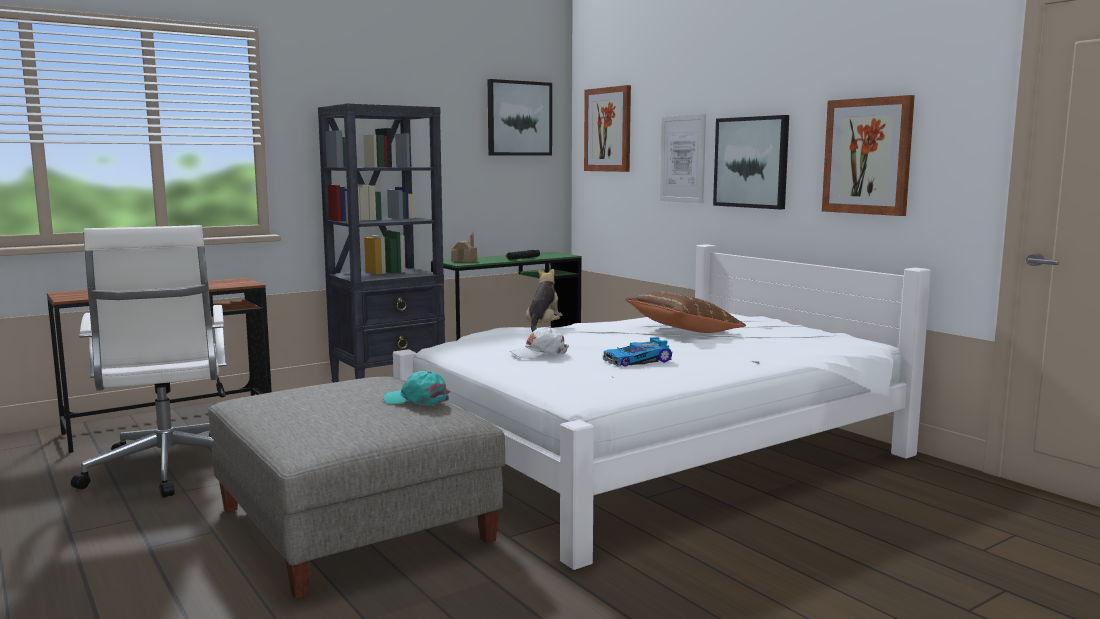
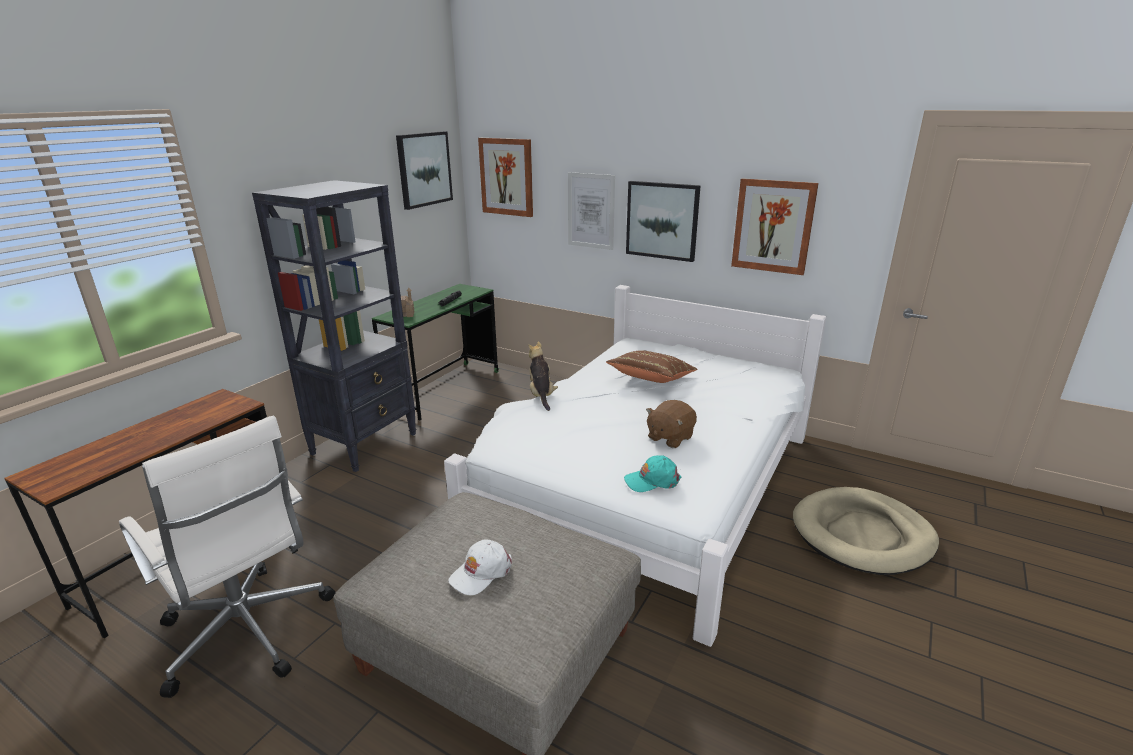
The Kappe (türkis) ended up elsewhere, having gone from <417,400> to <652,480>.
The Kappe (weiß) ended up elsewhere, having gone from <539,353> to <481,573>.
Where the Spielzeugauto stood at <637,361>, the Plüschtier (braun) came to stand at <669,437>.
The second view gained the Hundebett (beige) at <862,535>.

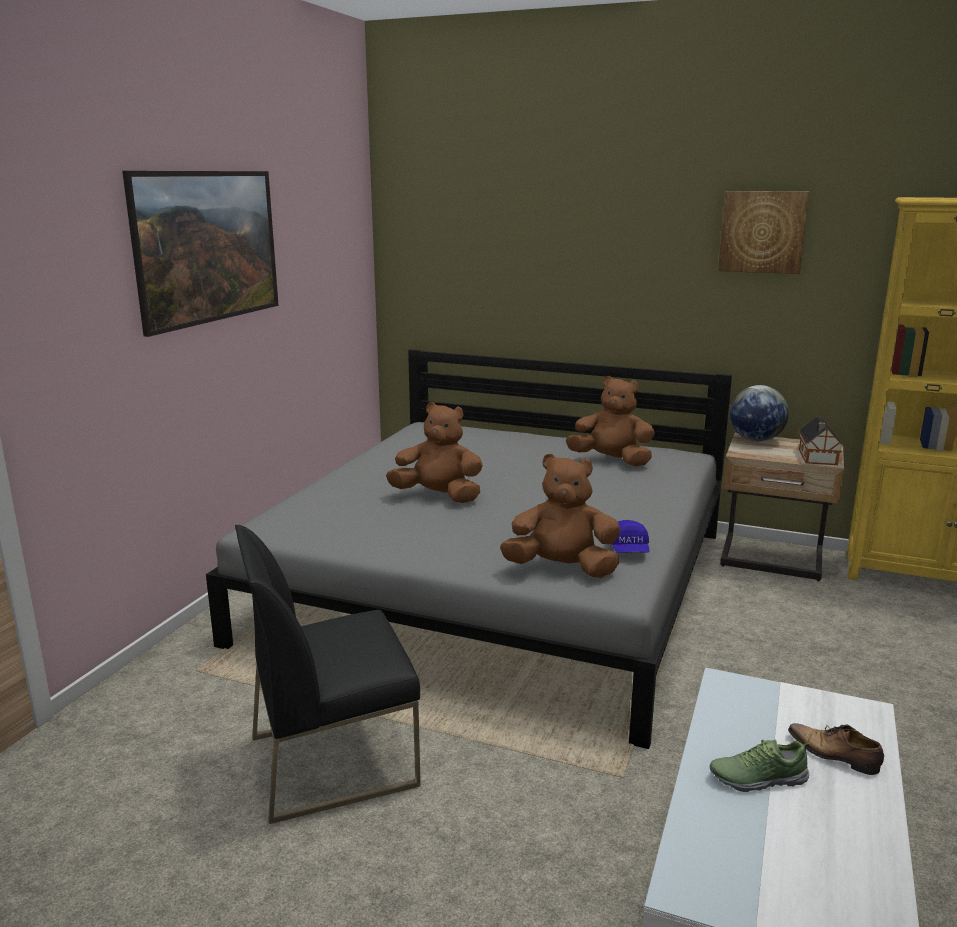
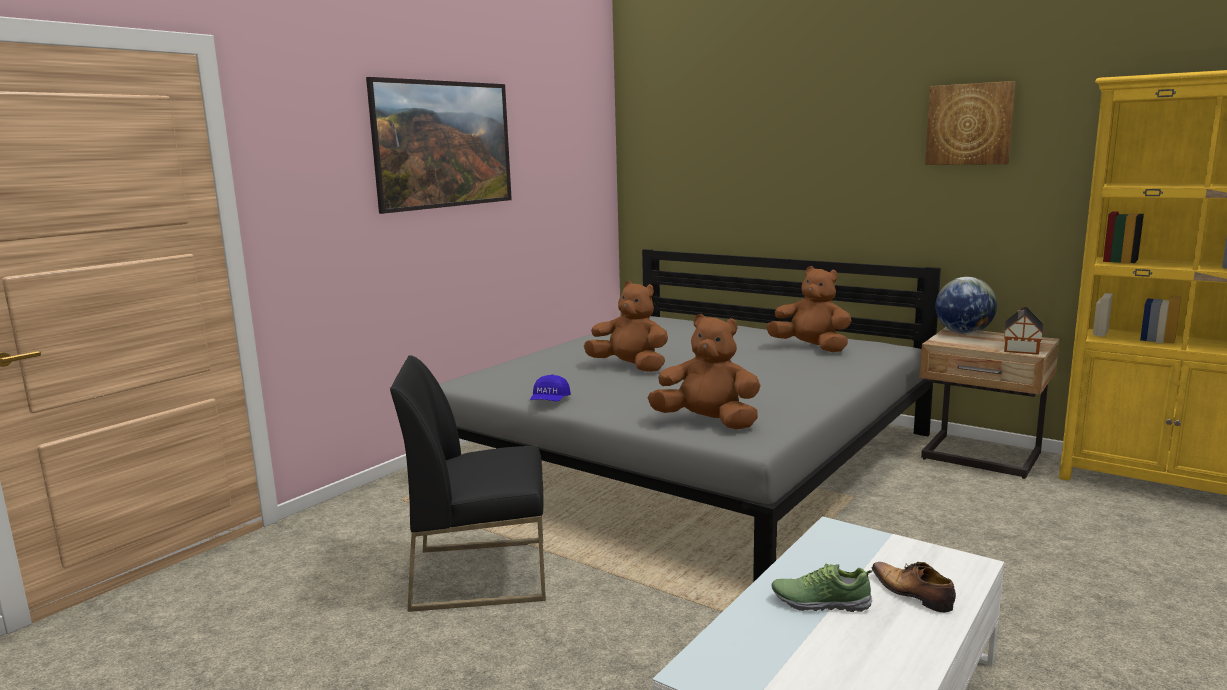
The Kappe (blau) ended up elsewhere, having gone from <628,550> to <550,401>.

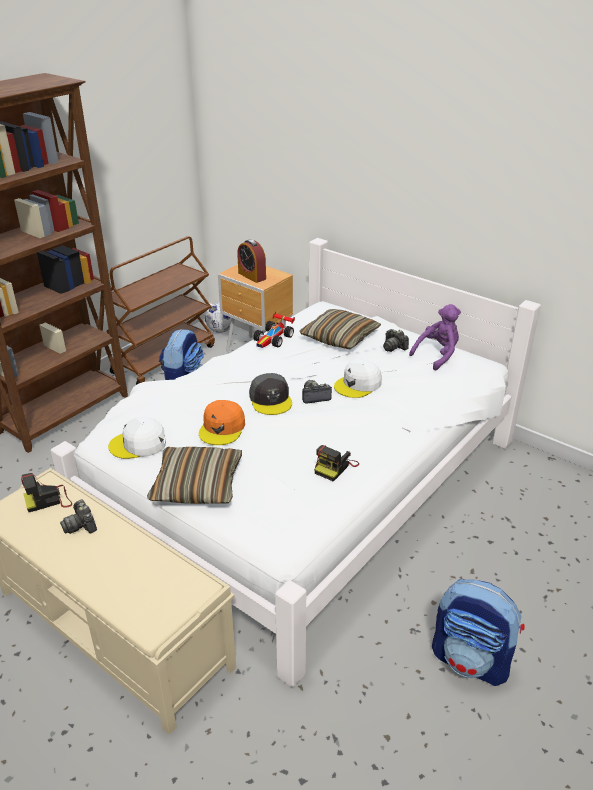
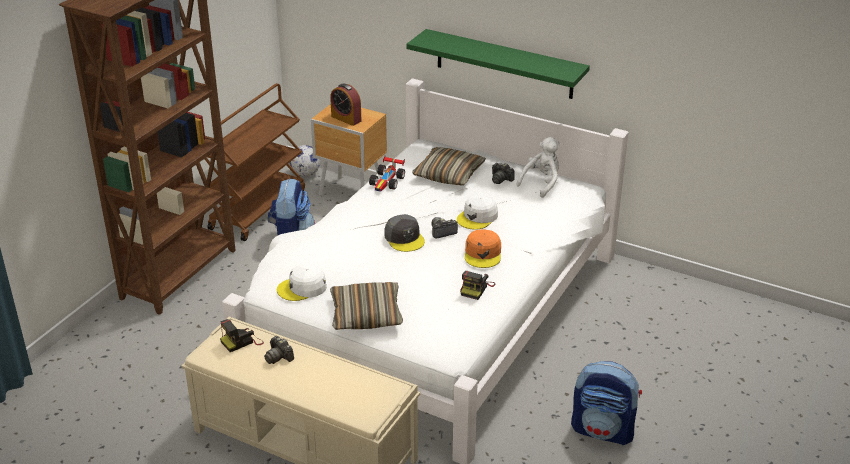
The Kappe (orange) ended up elsewhere, having gone from <222,428> to <483,254>.
What was the Plüschtier (lila) at <437,355> turned into the Plüschtier (weiß) at <541,183>.
The second view gained the Wandregal (grün) at <504,64>.

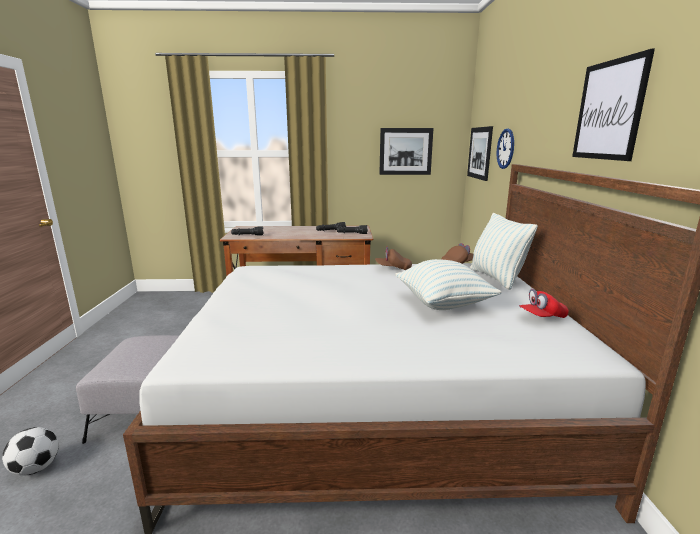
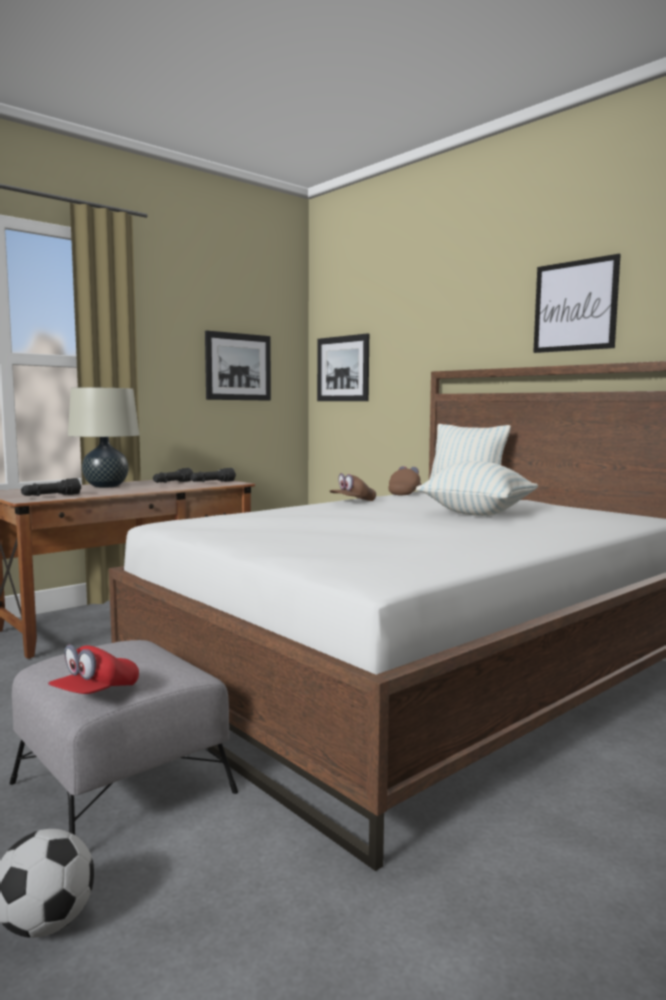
The second view lost the Wanduhr at <505,148>.
The Kappe (rot) ended up elsewhere, having gone from <542,317> to <95,694>.
The second view gained the Tischlampe (beige) at <106,486>.

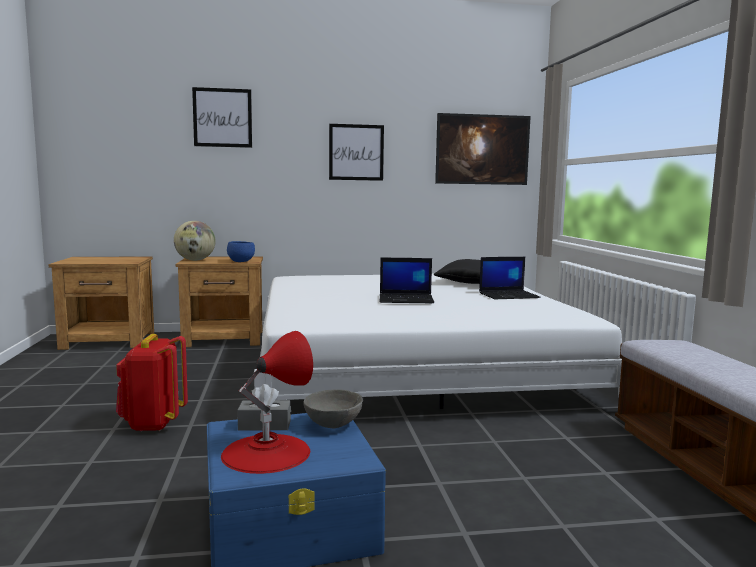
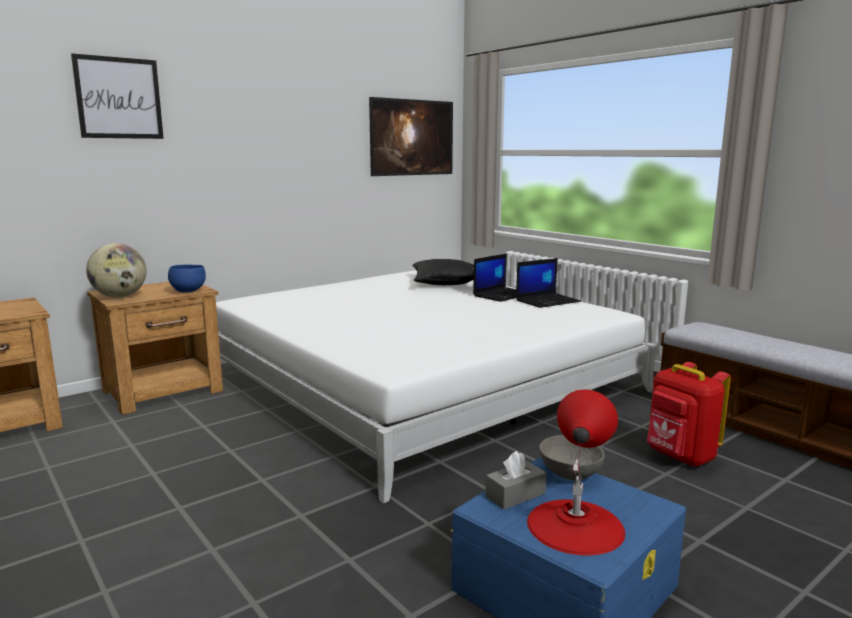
The Rucksack (rot) ended up elsewhere, having gone from <153,424> to <680,457>.
The second view lost the Bild at <356,152>.
The Laptop ended up elsewhere, having gone from <406,299> to <547,301>.

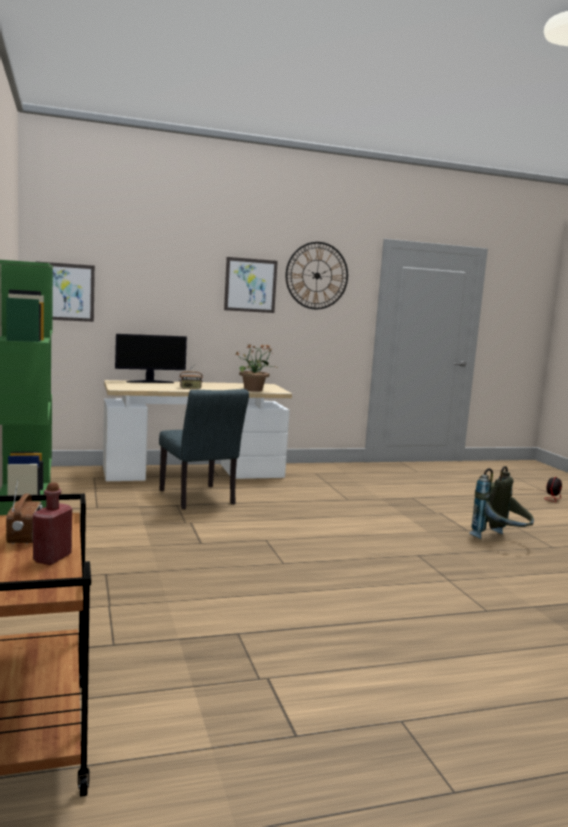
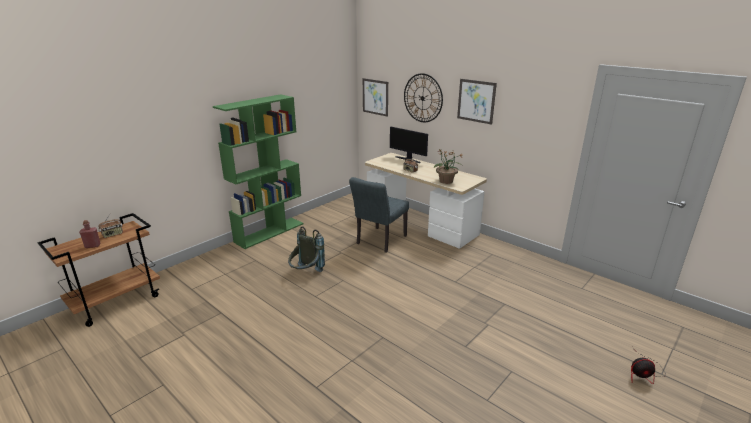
The Wanduhr ended up elsewhere, having gone from <317,275> to <422,98>.
The Rucksack (grau) ended up elsewhere, having gone from <501,541> to <306,273>.

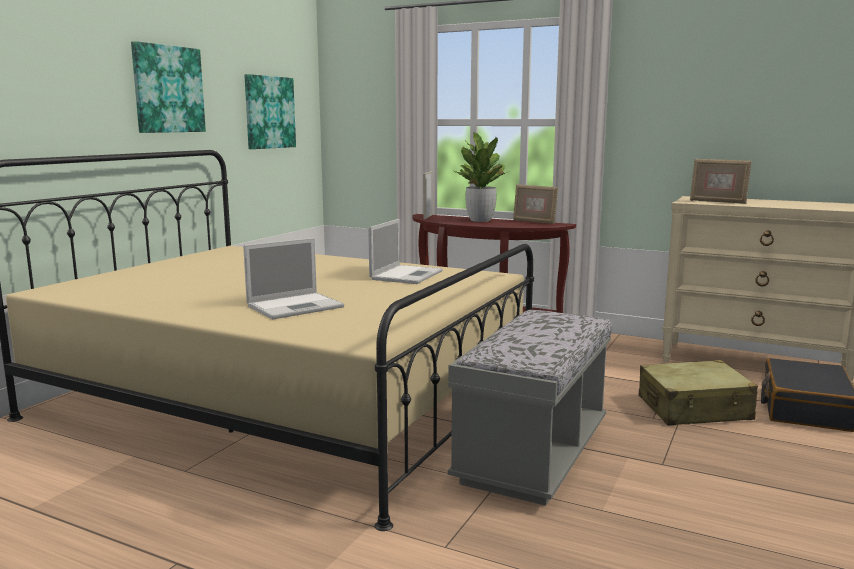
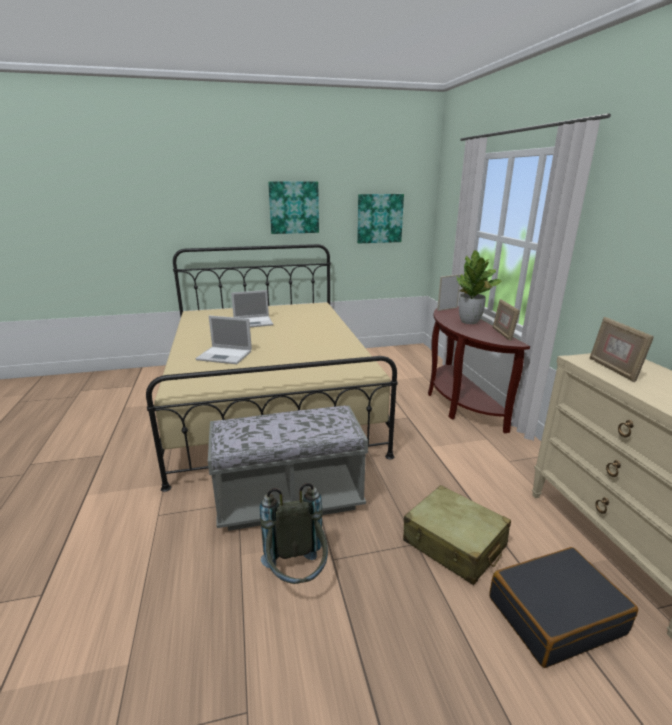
The Laptop ended up elsewhere, having gone from <407,275> to <254,322>.
The second view gained the Rucksack (grau) at <297,576>.

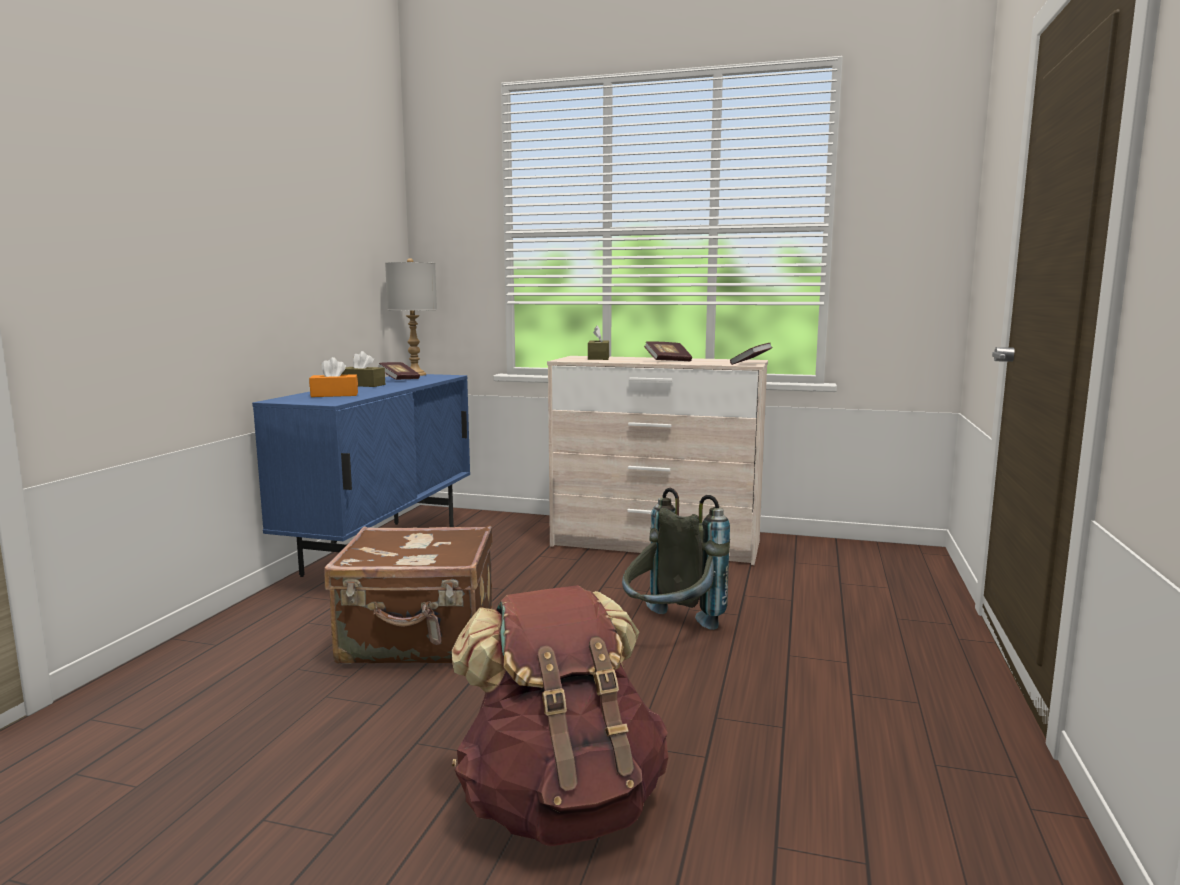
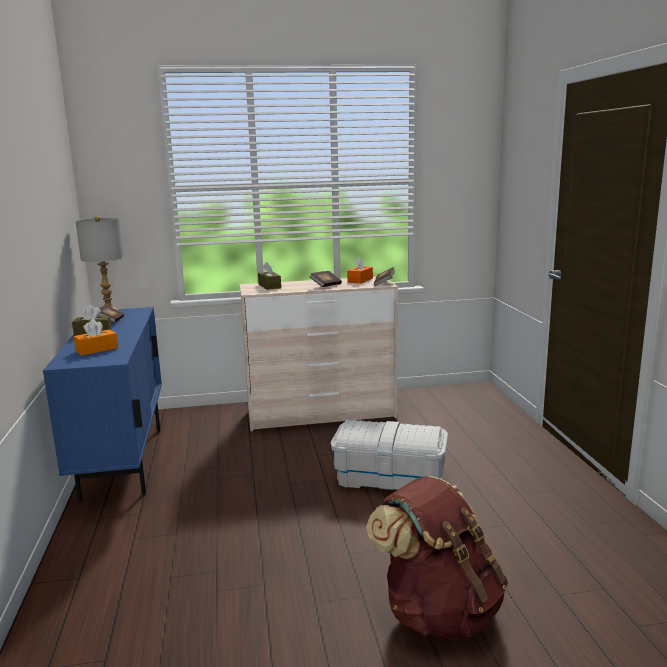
The second view lost the Koffer (braun) at <420,640>.
Where the Rucksack (grau) stood at <670,630>, the Aufbewahrungsbox (weiß) came to stand at <390,478>.
The second view gained the Taschentuchbox (orange) at <360,280>.

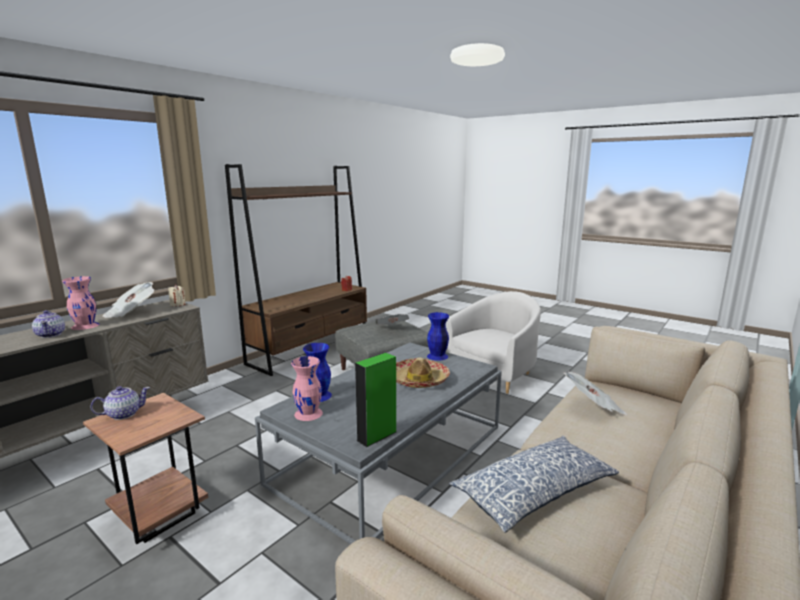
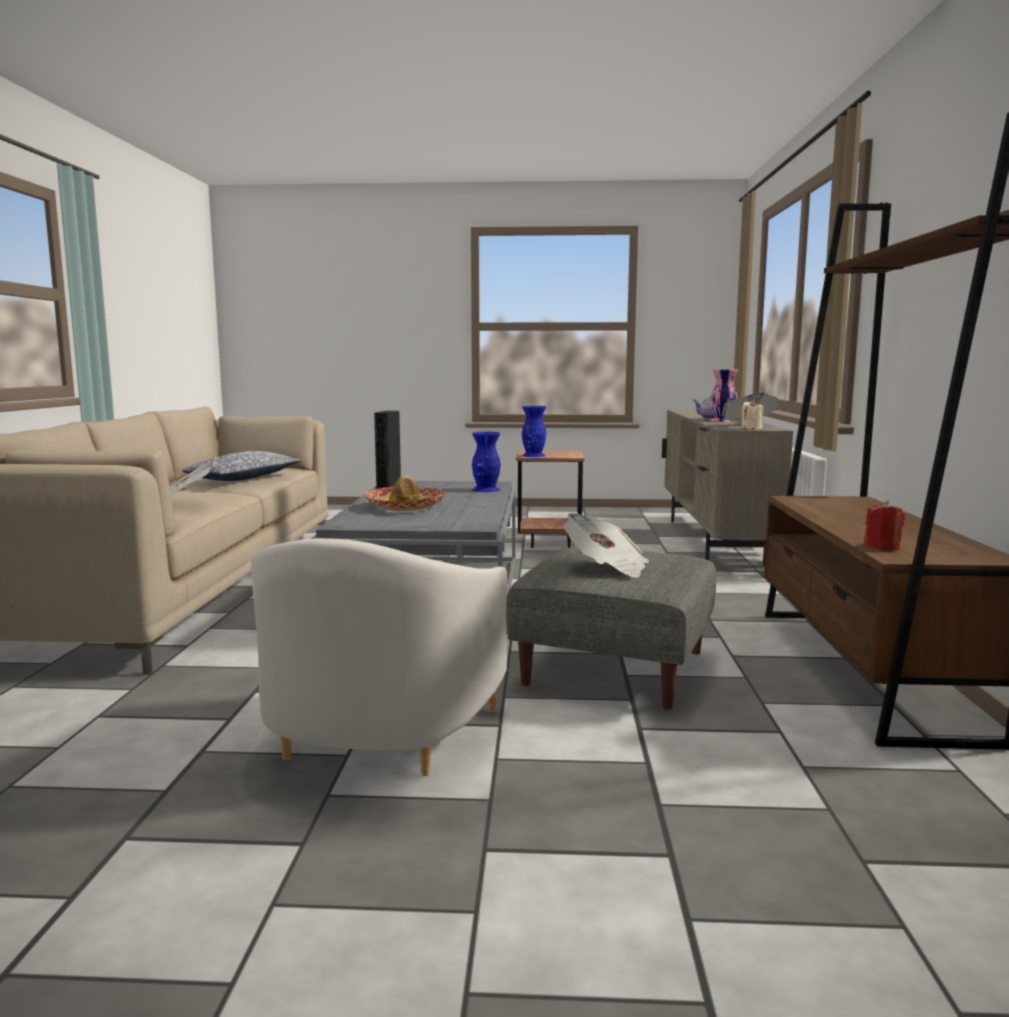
The second view lost the Teekanne at <123,414>.
The second view lost the Vase (rosa) at <309,413>.
What was the Lautsprecher (grün) at <377,436> turned into the Lautsprecher (schwarz) at <388,485>.
The Vase (blau) ended up elsewhere, having gone from <437,356> to <534,455>.

